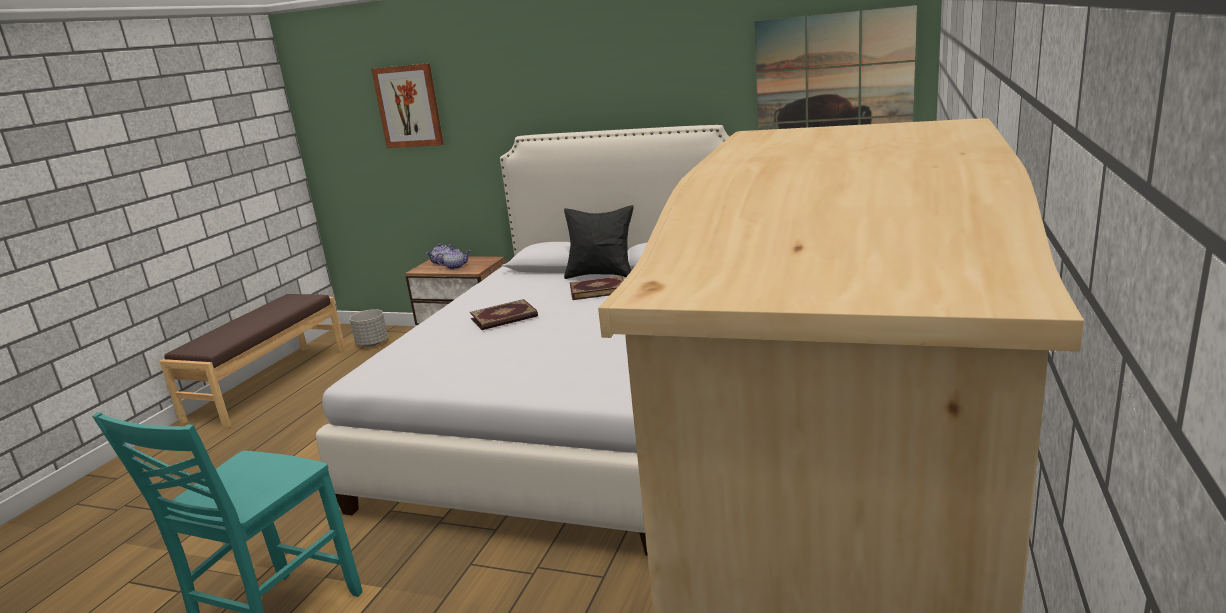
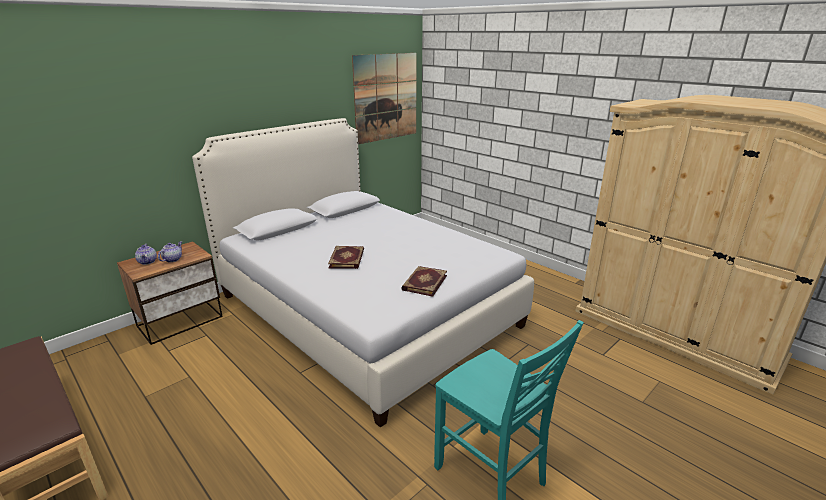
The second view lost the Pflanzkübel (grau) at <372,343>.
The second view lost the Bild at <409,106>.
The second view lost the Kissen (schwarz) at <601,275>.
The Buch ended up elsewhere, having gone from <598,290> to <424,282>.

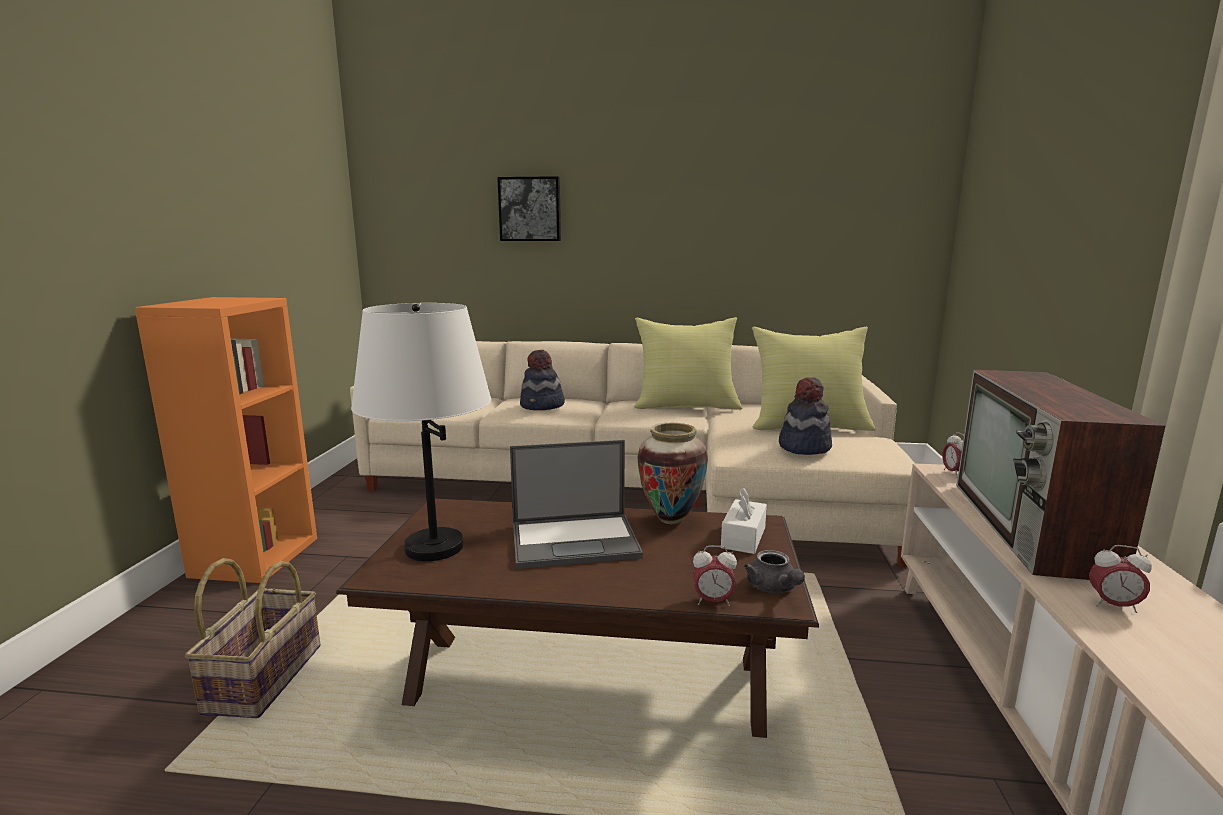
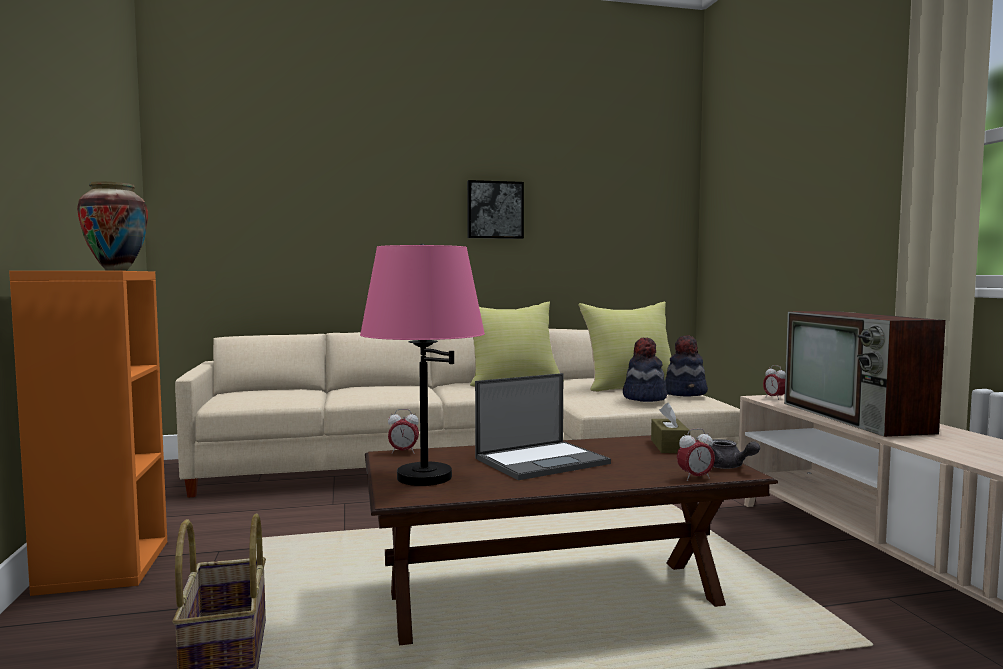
What was the Tischlampe (weiß) at <433,547> turned into the Tischlampe (rosa) at <423,477>.
The Bild ended up elsewhere, having gone from <530,209> to <494,210>.
The Hut ended up elsewhere, having gone from <542,406> to <685,393>.
The Vase ended up elsewhere, having gone from <671,520> to <116,270>.
What was the Taschentuchbox (weiß) at <743,537> turned into the Taschentuchbox (braun) at <669,446>.
The Wecker ended up elsewhere, having gone from <1113,606> to <403,452>.

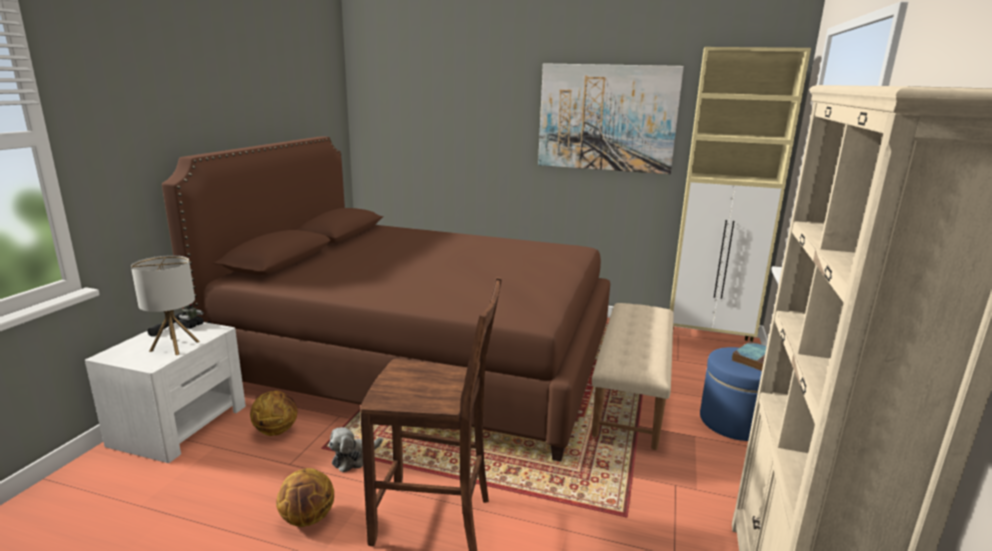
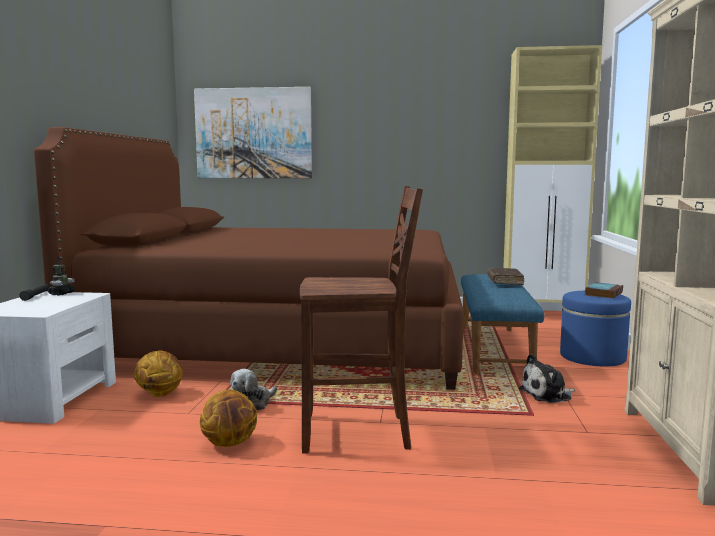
The second view lost the Tischlampe at <174,346>.
The Bild ended up elsewhere, having gone from <607,118> to <253,133>.
What was the Bank (beige) at <630,395> turned into the Bank (blau) at <493,349>.
The second view gained the Buch (braun) at <504,281>.
The second view gained the Plüschtier at <547,394>.

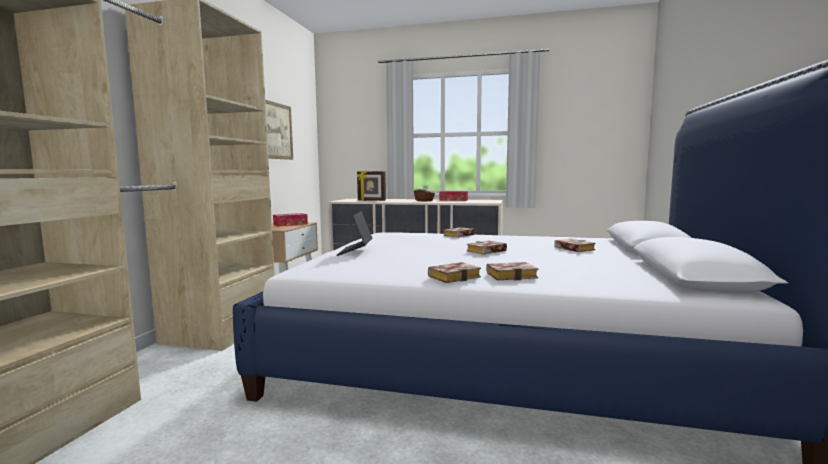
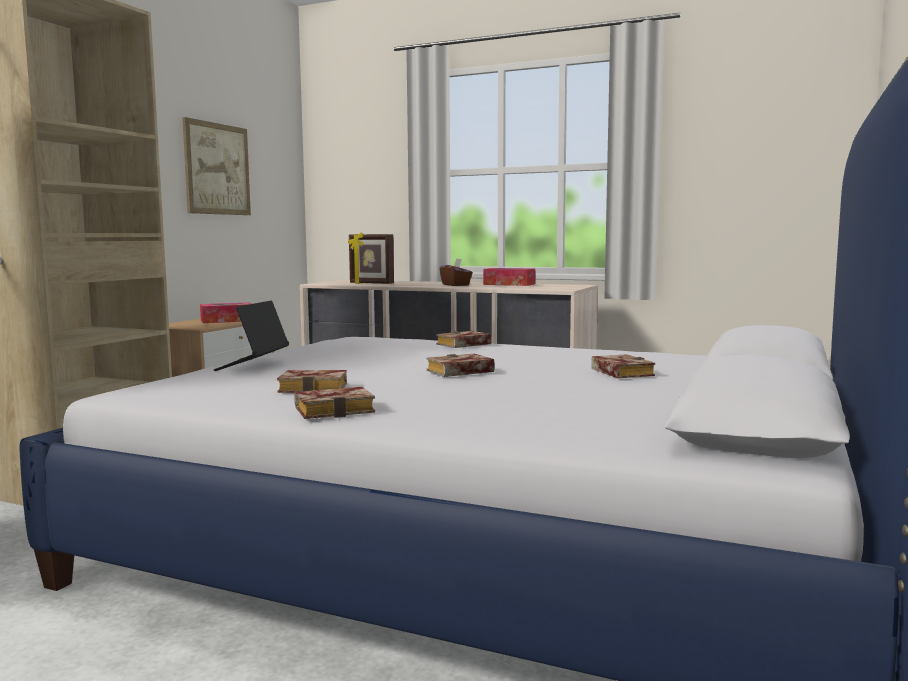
The Buch ended up elsewhere, having gone from <512,276> to <316,388>.

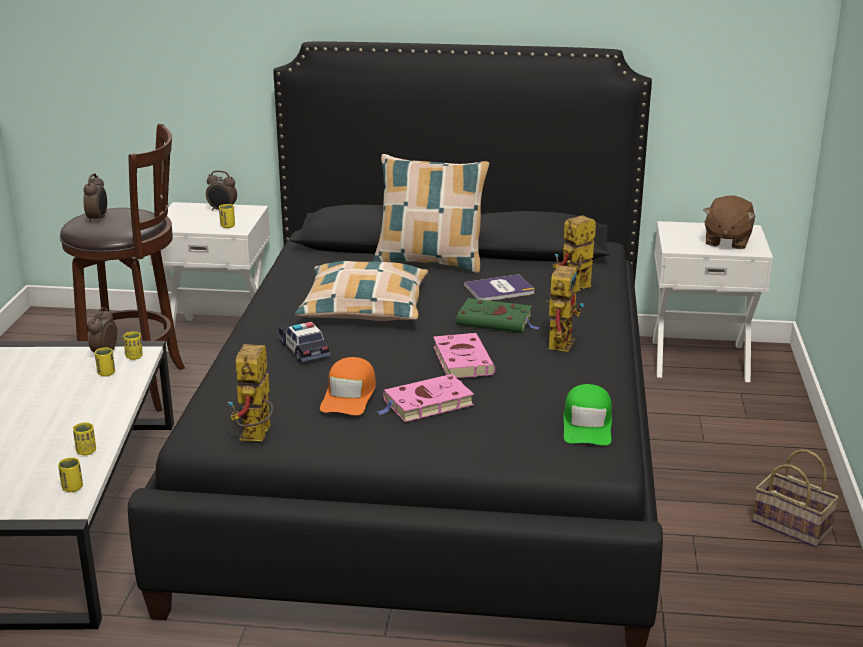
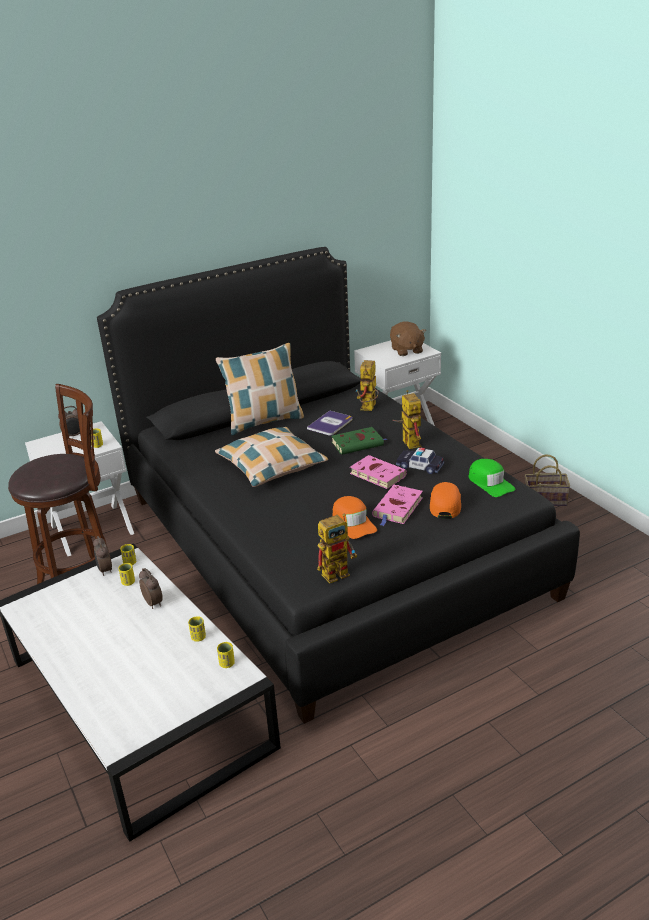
The Wecker ended up elsewhere, having gone from <98,219> to <153,603>.
The Spielzeugroboter at <257,437> ended up facing another way, 90 degrees counterclockwise from before.
The Spielzeugauto ended up elsewhere, having gone from <304,349> to <420,466>.
The second view gained the Kappe (orange) at <445,504>.

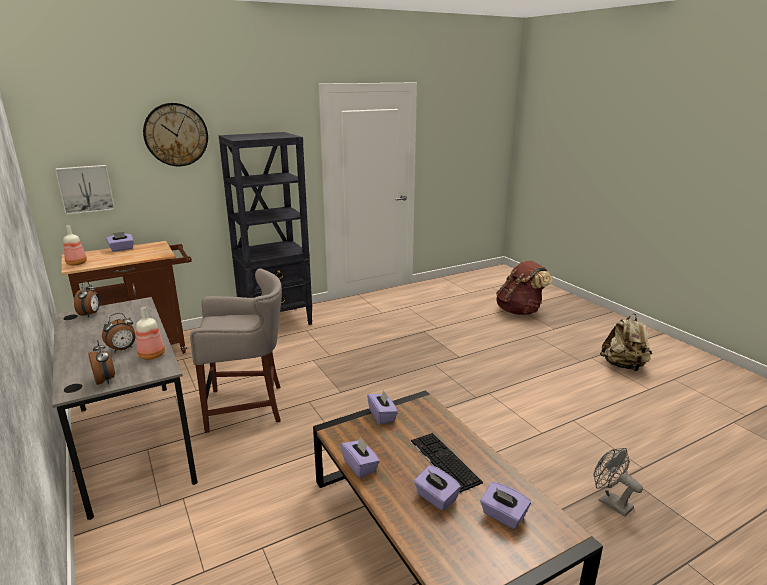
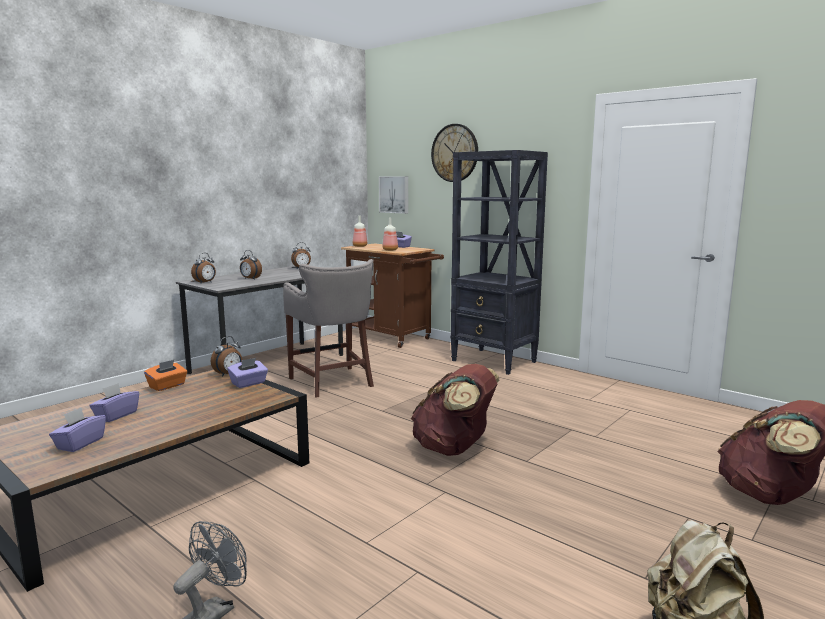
The Flasche ended up elsewhere, having gone from <151,355> to <390,250>.
What was the Taschentuchbox (lila) at <360,466> turned into the Taschentuchbox (orange) at <167,386>.
The second view lost the Tastatur at <443,461>.
The second view gained the Wecker at <228,374>.
The second view gained the Rucksack (braun) at <454,448>.

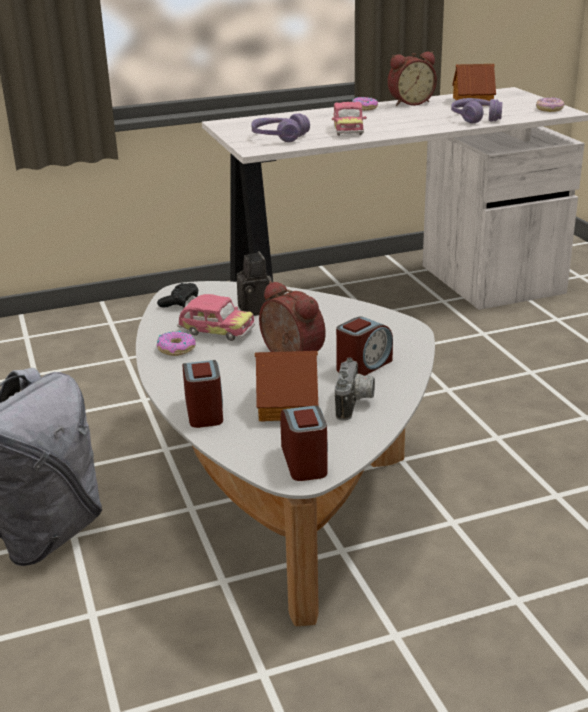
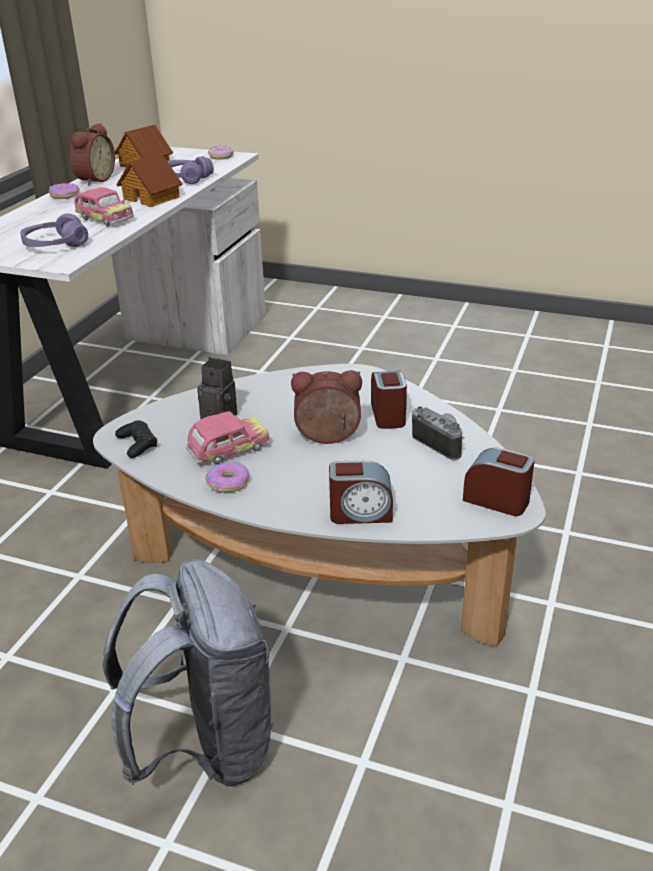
The Wecker at <204,411> ended up facing another way, 150 degrees clockwise from before.
The Spielzeughaus ended up elsewhere, having gone from <289,404> to <152,198>.

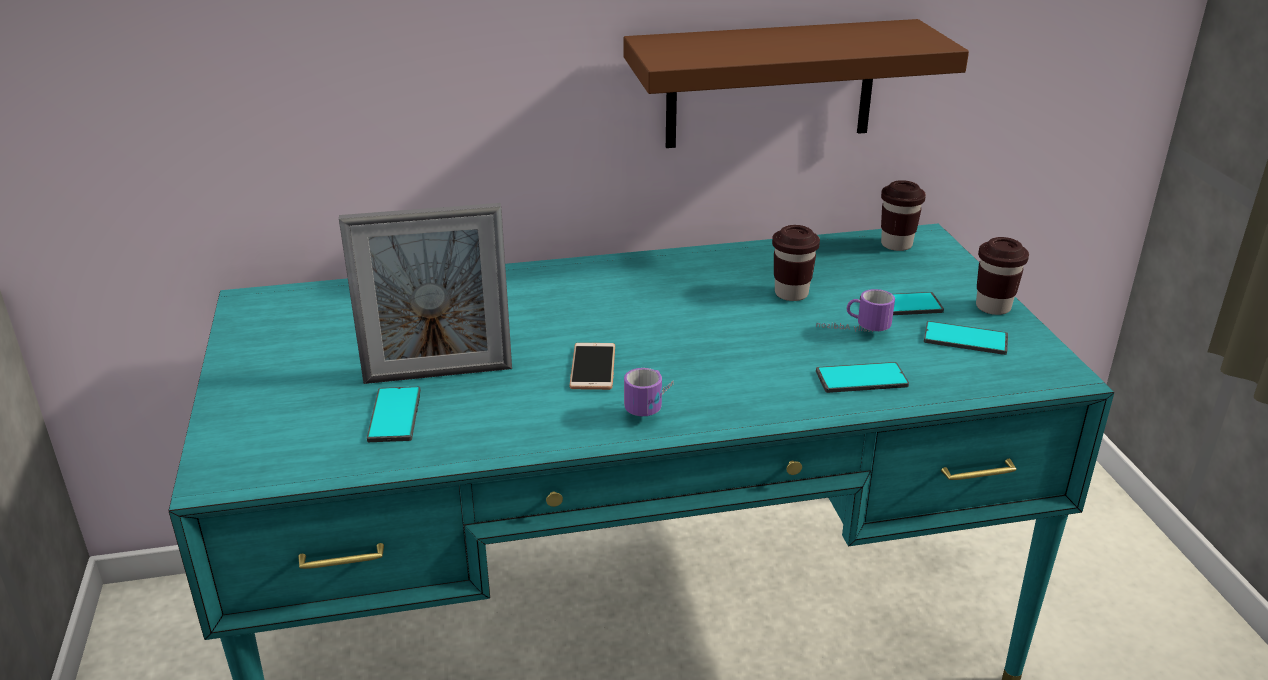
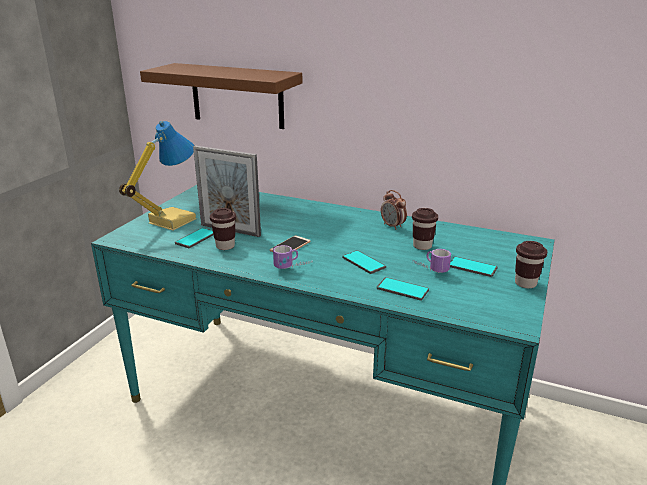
The Wandregal (braun) ended up elsewhere, having gone from <770,84> to <237,96>.
The Tasse (braun) ended up elsewhere, having gone from <896,244> to <225,246>.
The Handy ended up elsewhere, having gone from <965,339> to <363,262>.
The second view gained the Tischlampe at <171,221>.
The second view gained the Wecker at <393,226>.

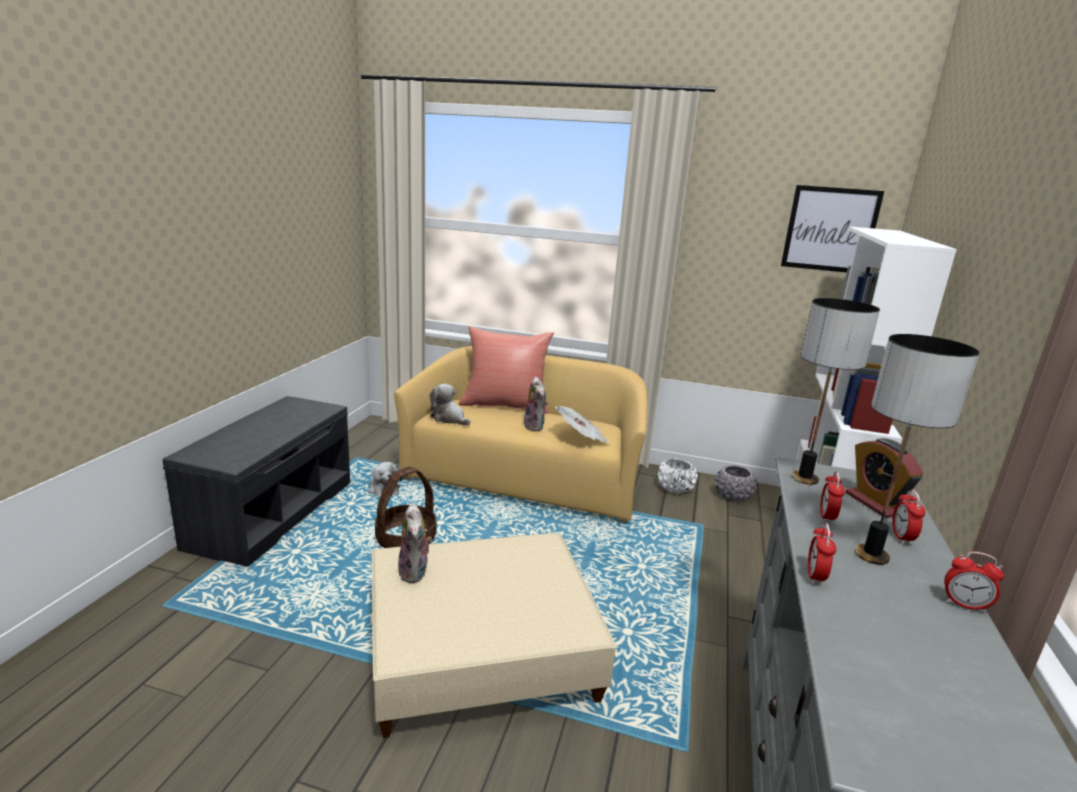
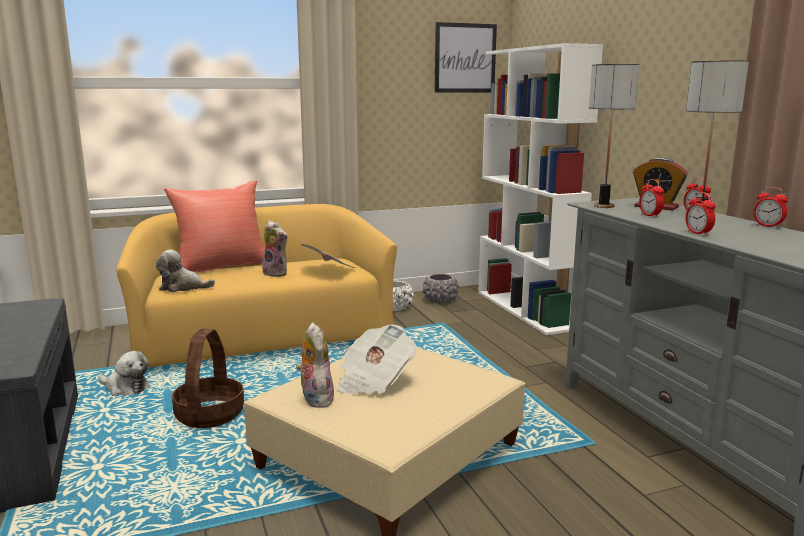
The Plüschtier at <415,572> ended up facing another way, 150 degrees counterclockwise from before.
The Wecker at <964,605> ended up facing another way, 60 degrees clockwise from before.
The second view gained the Zeitung at <374,380>.

